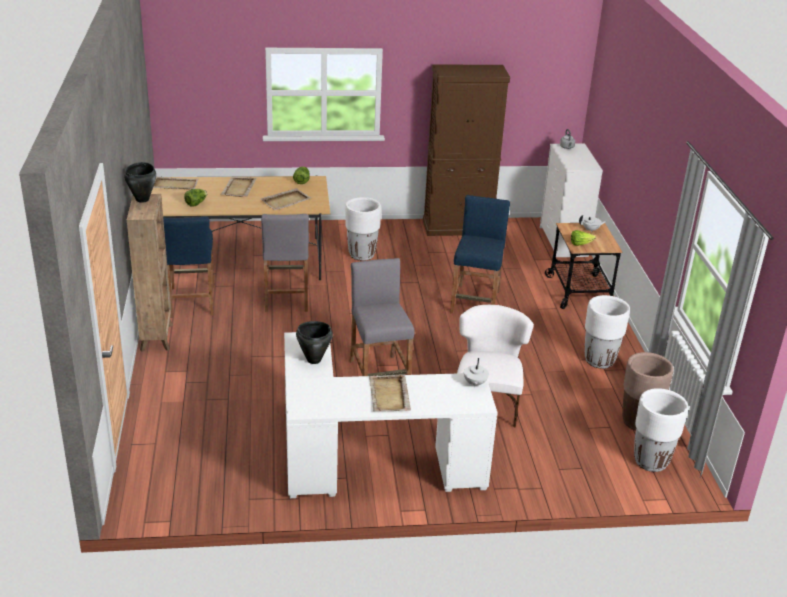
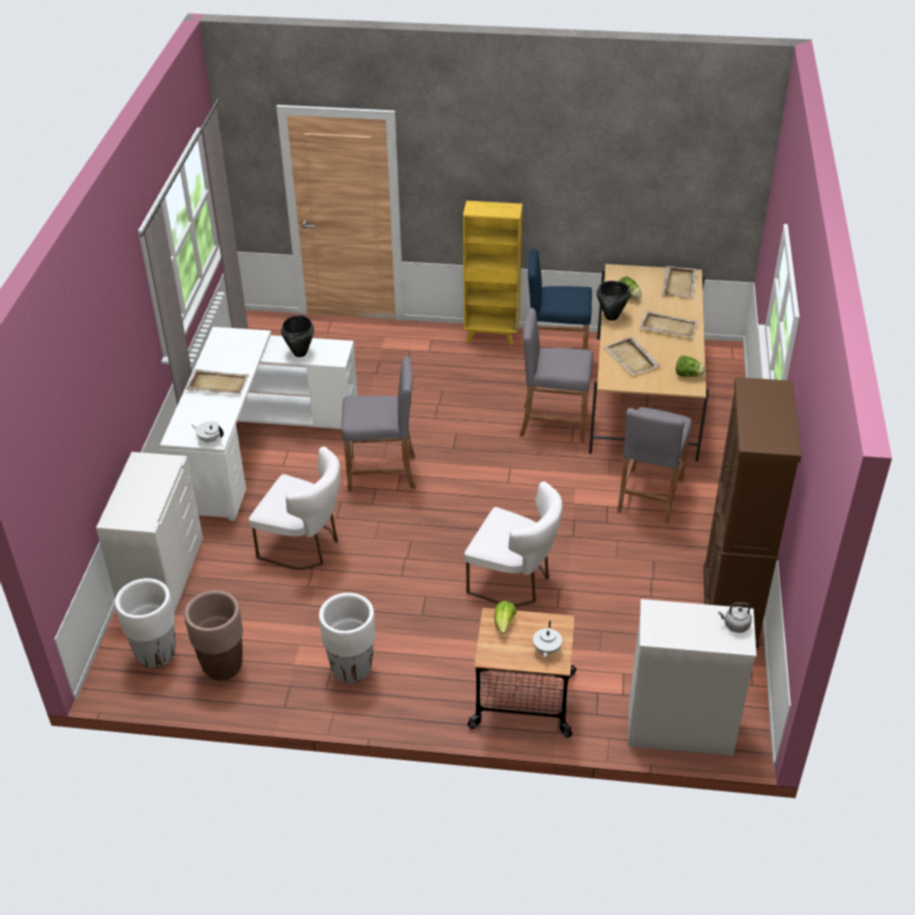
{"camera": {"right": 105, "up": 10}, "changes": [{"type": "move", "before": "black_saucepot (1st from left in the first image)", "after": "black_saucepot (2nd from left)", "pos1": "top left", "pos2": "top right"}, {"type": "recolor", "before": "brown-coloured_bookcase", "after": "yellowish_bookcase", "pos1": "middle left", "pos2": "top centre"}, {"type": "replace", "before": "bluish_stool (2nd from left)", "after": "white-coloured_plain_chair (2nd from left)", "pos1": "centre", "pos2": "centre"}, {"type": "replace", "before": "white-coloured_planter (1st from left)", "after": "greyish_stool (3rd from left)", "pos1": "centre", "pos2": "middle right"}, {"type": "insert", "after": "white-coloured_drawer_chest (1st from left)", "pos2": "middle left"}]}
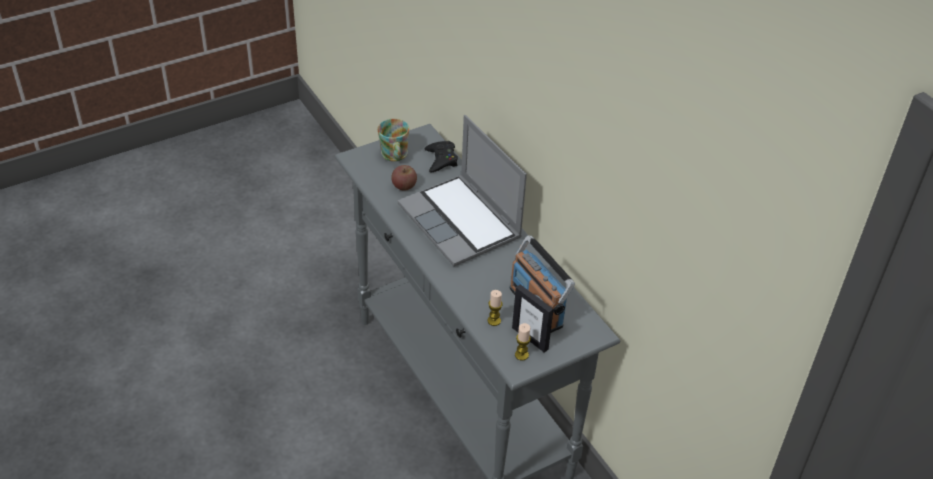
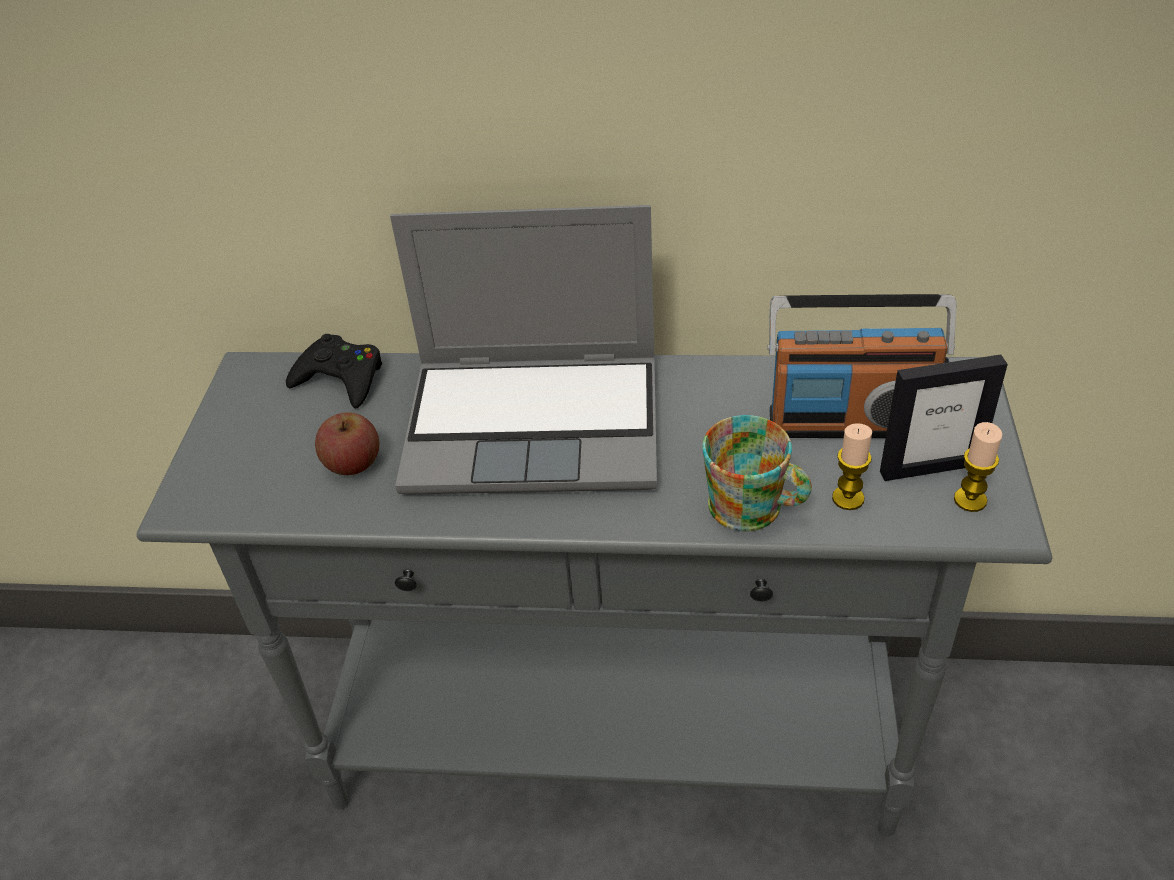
{"camera": {"right": -50, "up": 0}, "changes": [{"type": "move", "before": "mug", "pos1": "top centre", "pos2": "centre"}]}
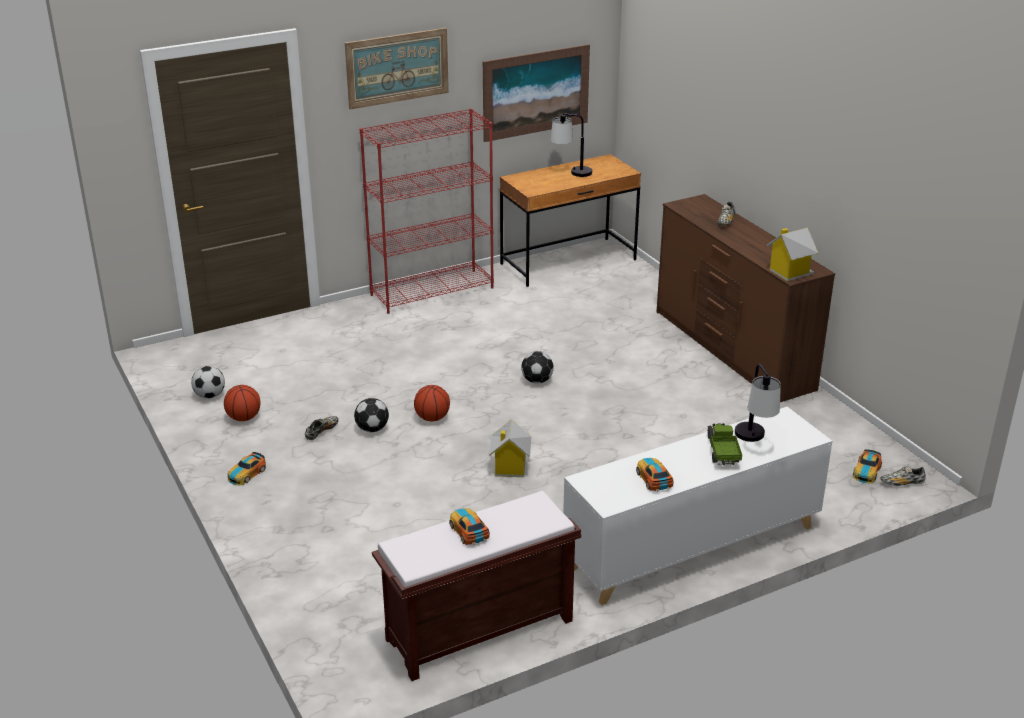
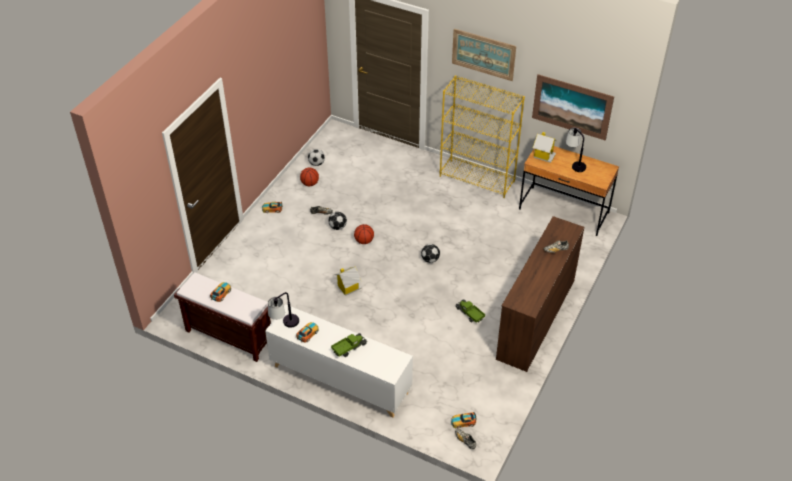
{"camera": {"right": 55, "up": 15}, "changes": [{"type": "recolor", "before": "red-coloured_bookcase", "after": "yellowish_bookcase", "pos1": "top centre", "pos2": "top centre"}, {"type": "move", "before": "miniature_house (2nd from left)", "pos1": "middle right", "pos2": "top right"}, {"type": "move", "before": "tabletop_lamp (2nd from left in the first image)", "after": "tabletop_lamp (1st from left)", "pos1": "middle right", "pos2": "centre"}, {"type": "insert", "after": "model_truck (2nd from left)", "pos2": "centre"}]}
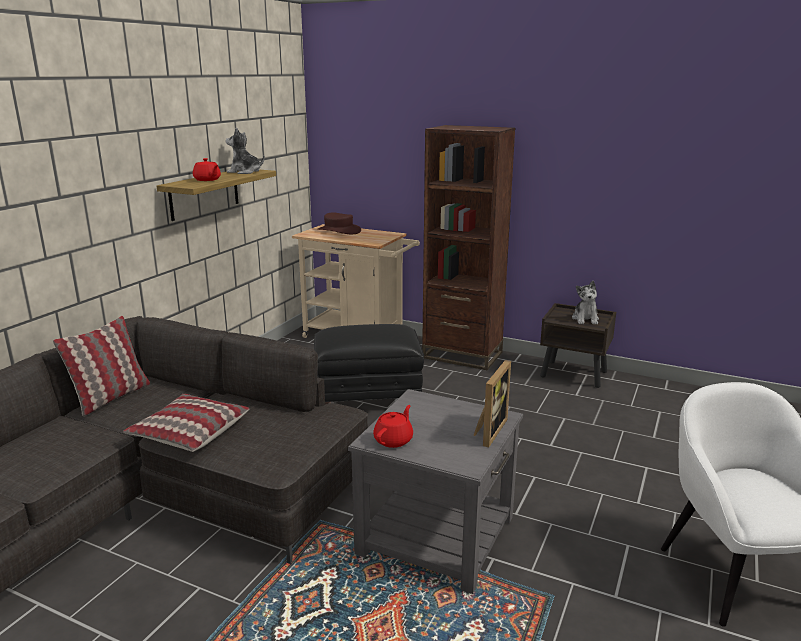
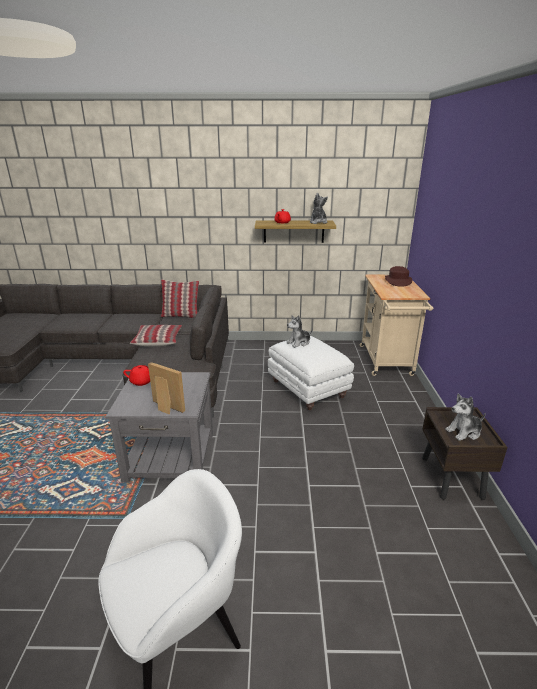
{"camera": {"right": 65, "up": 5}, "changes": [{"type": "delete", "before": "brown-coloured_bookcase", "pos1": "centre"}, {"type": "recolor", "before": "black_pouffe", "after": "white-coloured_pouffe", "pos1": "centre", "pos2": "centre"}, {"type": "rotate", "before": "photo_frame", "pos1": "centre", "pos2": "middle left", "turn": -150}, {"type": "insert", "after": "soft_toy (1st from left)", "pos2": "centre"}]}
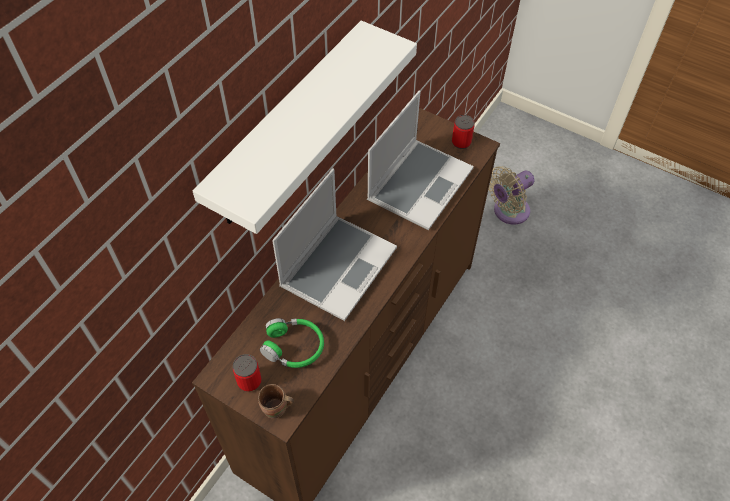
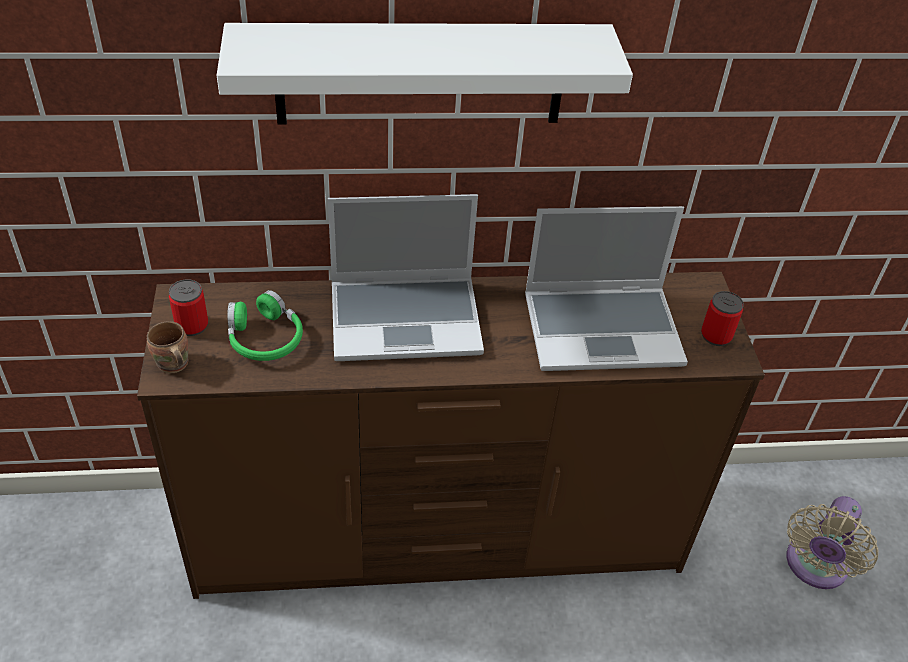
{"camera": {"right": 50, "up": -10}, "changes": [{"type": "rotate", "before": "sand-coloured_fan", "pos1": "middle right", "pos2": "bottom right", "turn": -75}]}
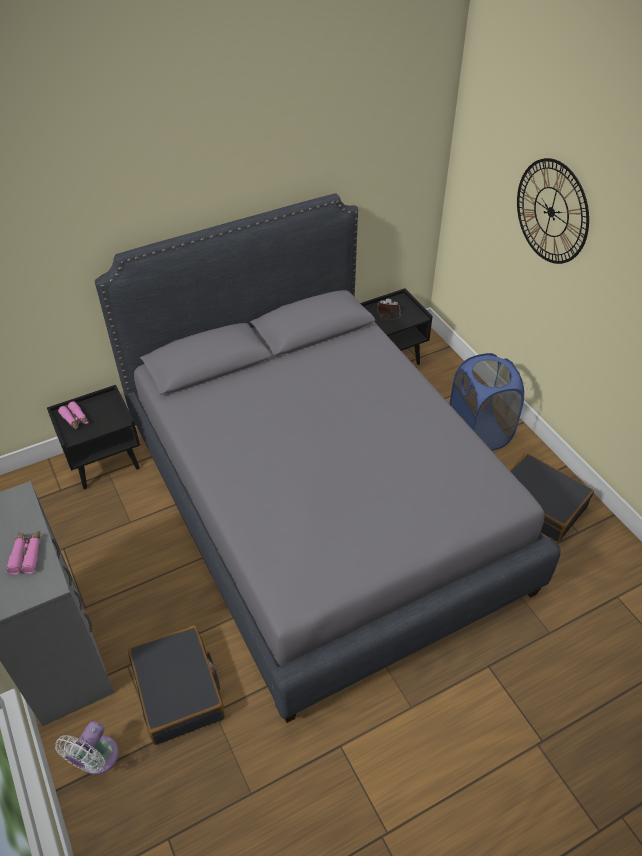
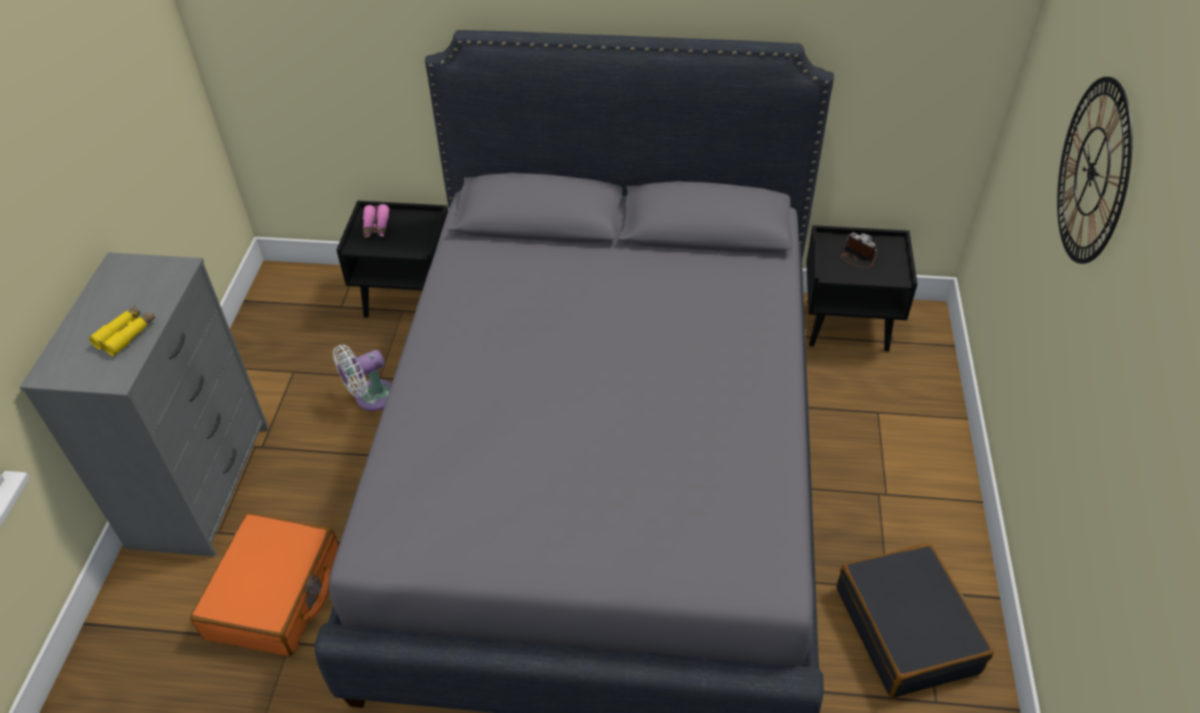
{"camera": {"right": 35, "up": 0}, "changes": [{"type": "delete", "before": "bluish_laundry_basket", "pos1": "middle right"}, {"type": "recolor", "before": "pinkish_binoculars (1st from left)", "after": "yellowish_binoculars", "pos1": "middle left", "pos2": "middle left"}, {"type": "recolor", "before": "black_suitcase (1st from left)", "after": "orange-coloured_suitcase", "pos1": "bottom left", "pos2": "bottom left"}, {"type": "move", "before": "white-coloured_fan", "pos1": "bottom left", "pos2": "middle left"}]}
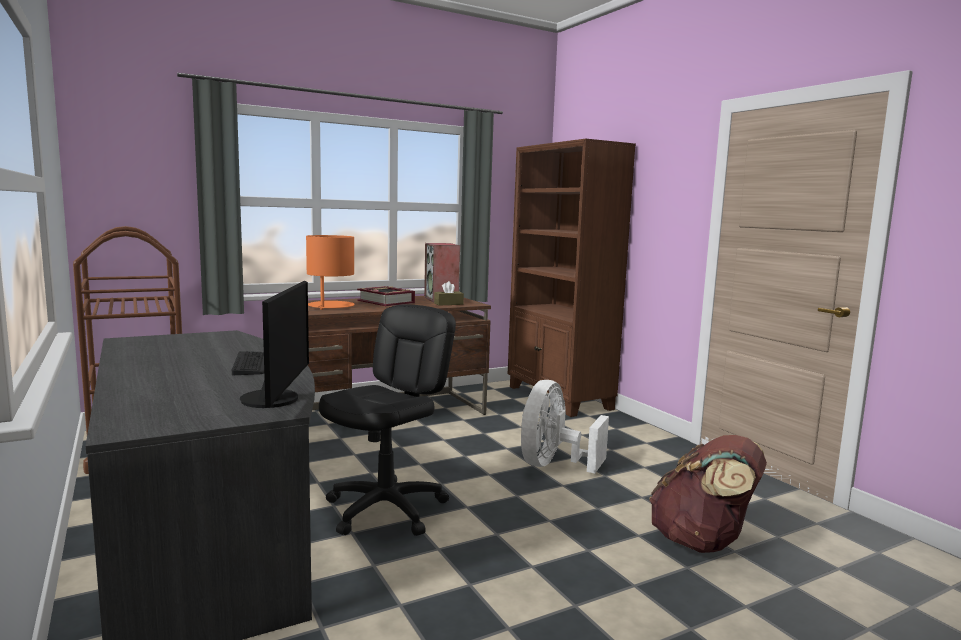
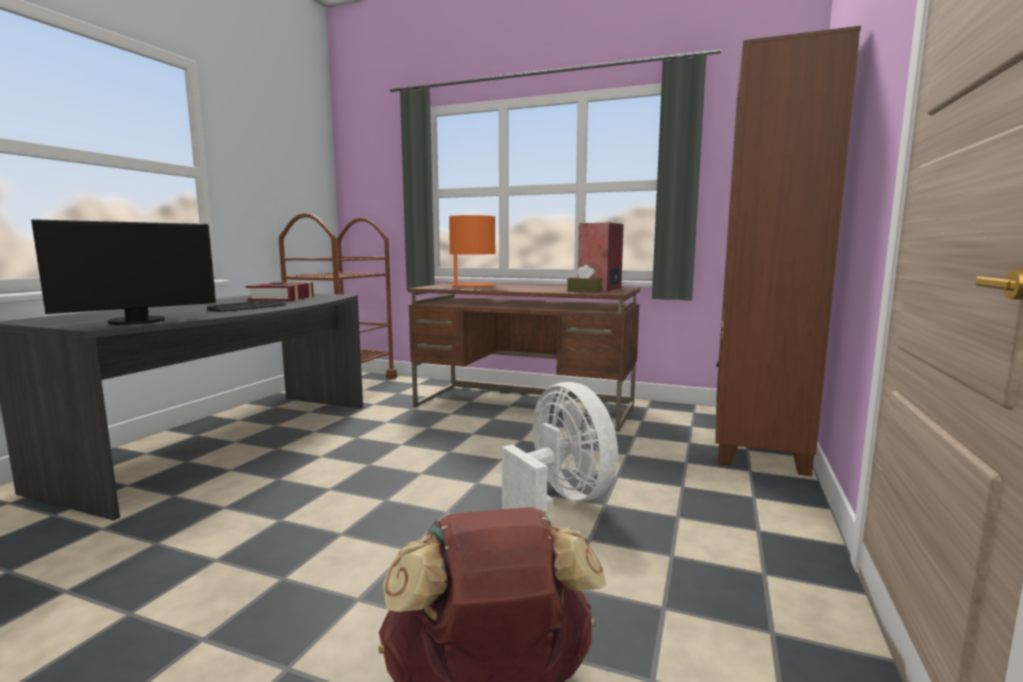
{"camera": {"right": 50, "up": 0}, "changes": [{"type": "move", "before": "bound_book", "pos1": "centre", "pos2": "middle left"}, {"type": "delete", "before": "black_desk_chair", "pos1": "centre"}, {"type": "rotate", "before": "white-coloured_fan", "pos1": "centre", "pos2": "centre", "turn": 75}]}
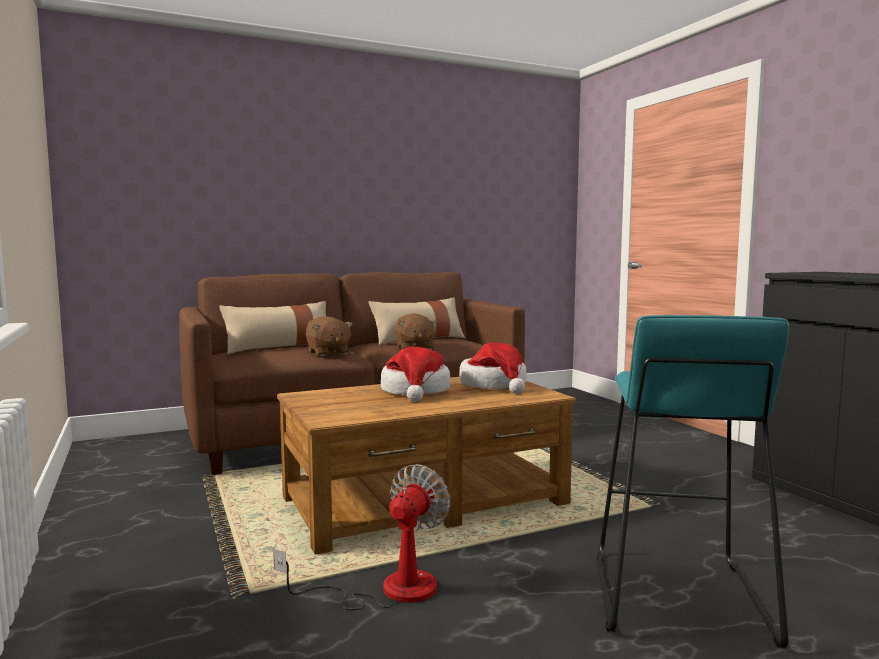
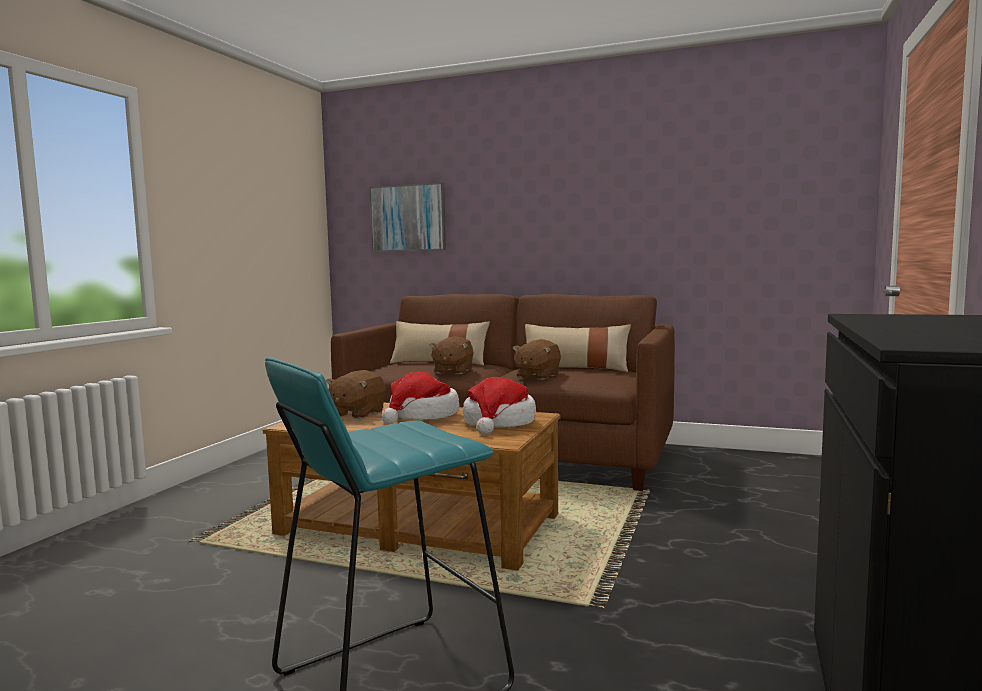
{"camera": {"right": 45, "up": 0}, "changes": [{"type": "delete", "before": "fan", "pos1": "bottom centre"}, {"type": "insert", "after": "wall_picture", "pos2": "top centre"}, {"type": "insert", "after": "brown-coloured_soft_toy (1st from left)", "pos2": "centre"}]}
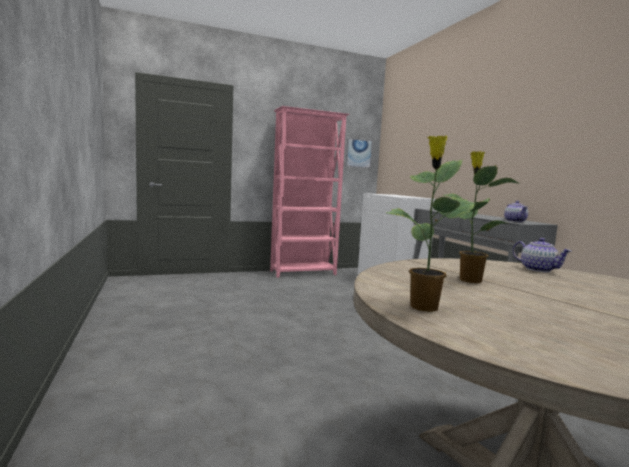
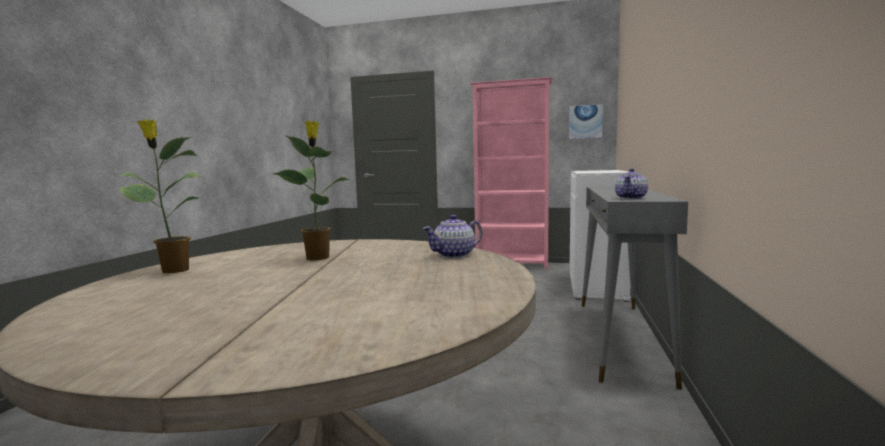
{"camera": {"right": 35, "up": 0}, "changes": [{"type": "rotate", "before": "tea_pot (2nd from left in the first image)", "pos1": "middle right", "pos2": "centre", "turn": 60}]}
